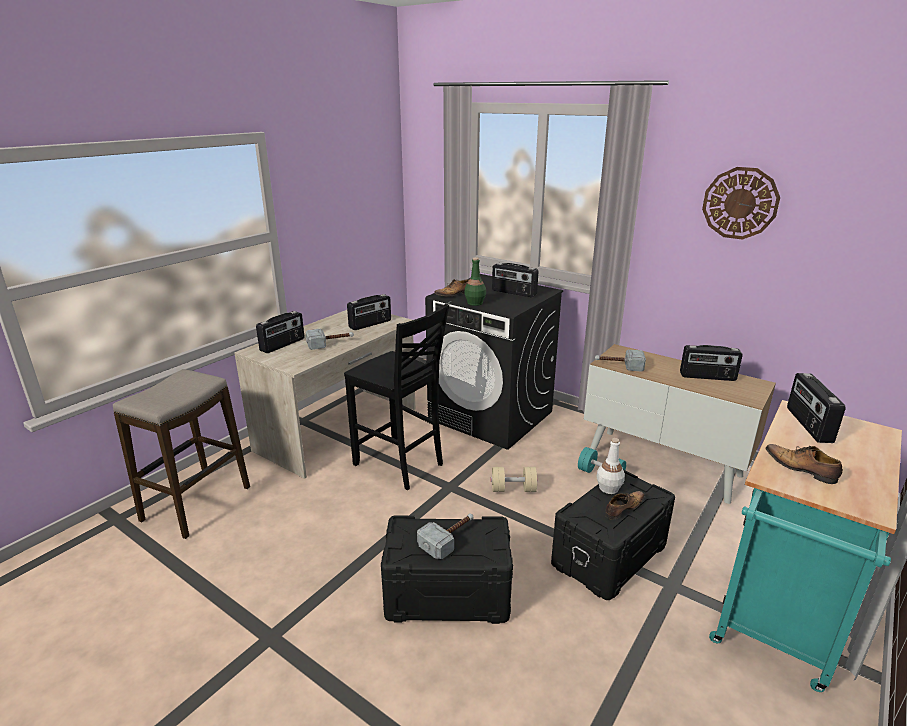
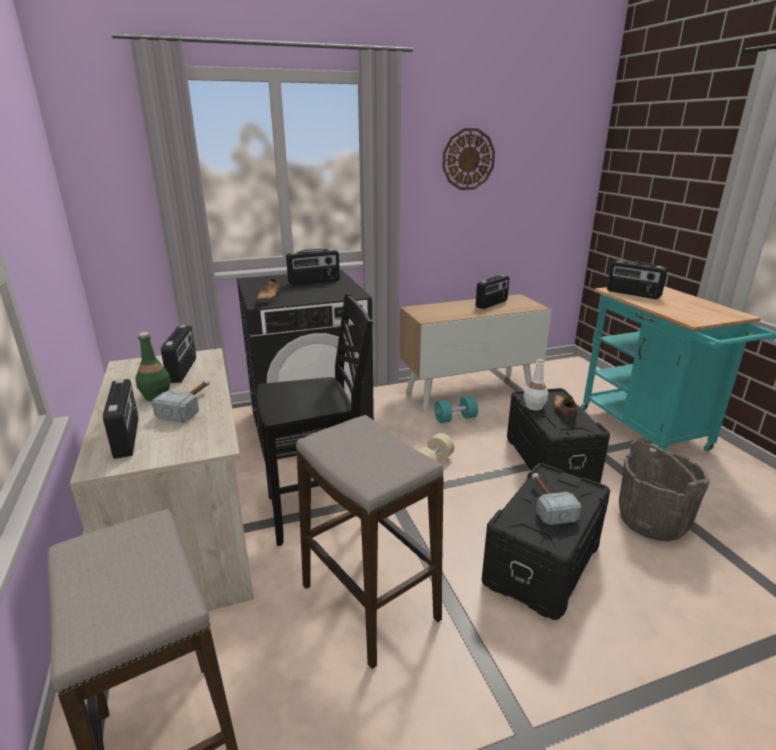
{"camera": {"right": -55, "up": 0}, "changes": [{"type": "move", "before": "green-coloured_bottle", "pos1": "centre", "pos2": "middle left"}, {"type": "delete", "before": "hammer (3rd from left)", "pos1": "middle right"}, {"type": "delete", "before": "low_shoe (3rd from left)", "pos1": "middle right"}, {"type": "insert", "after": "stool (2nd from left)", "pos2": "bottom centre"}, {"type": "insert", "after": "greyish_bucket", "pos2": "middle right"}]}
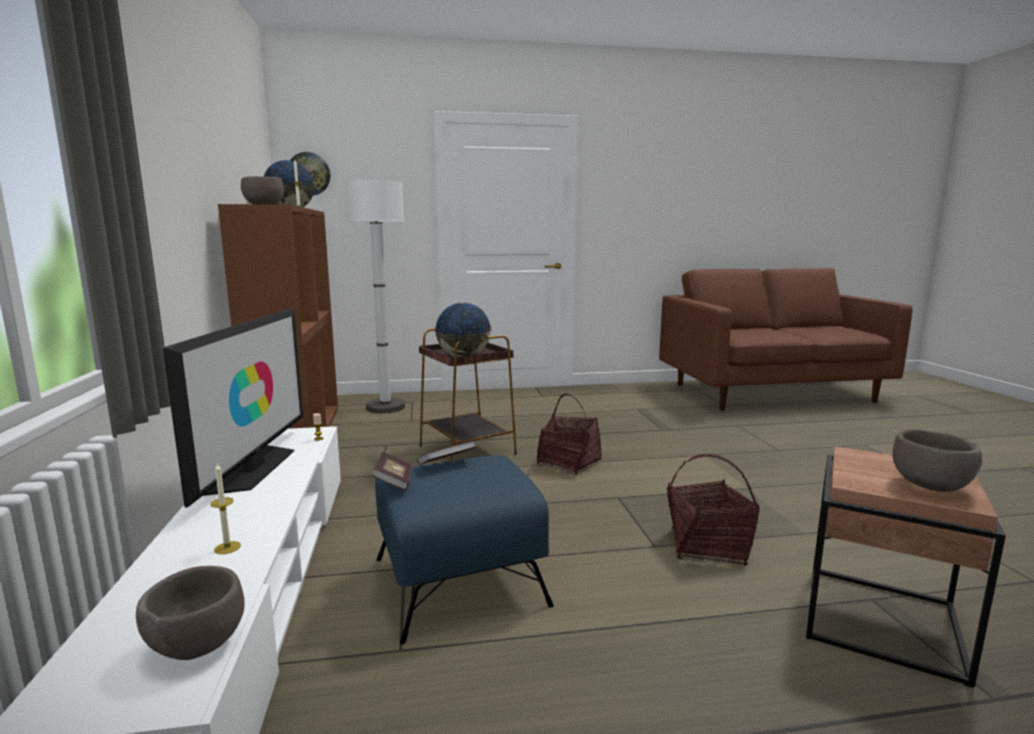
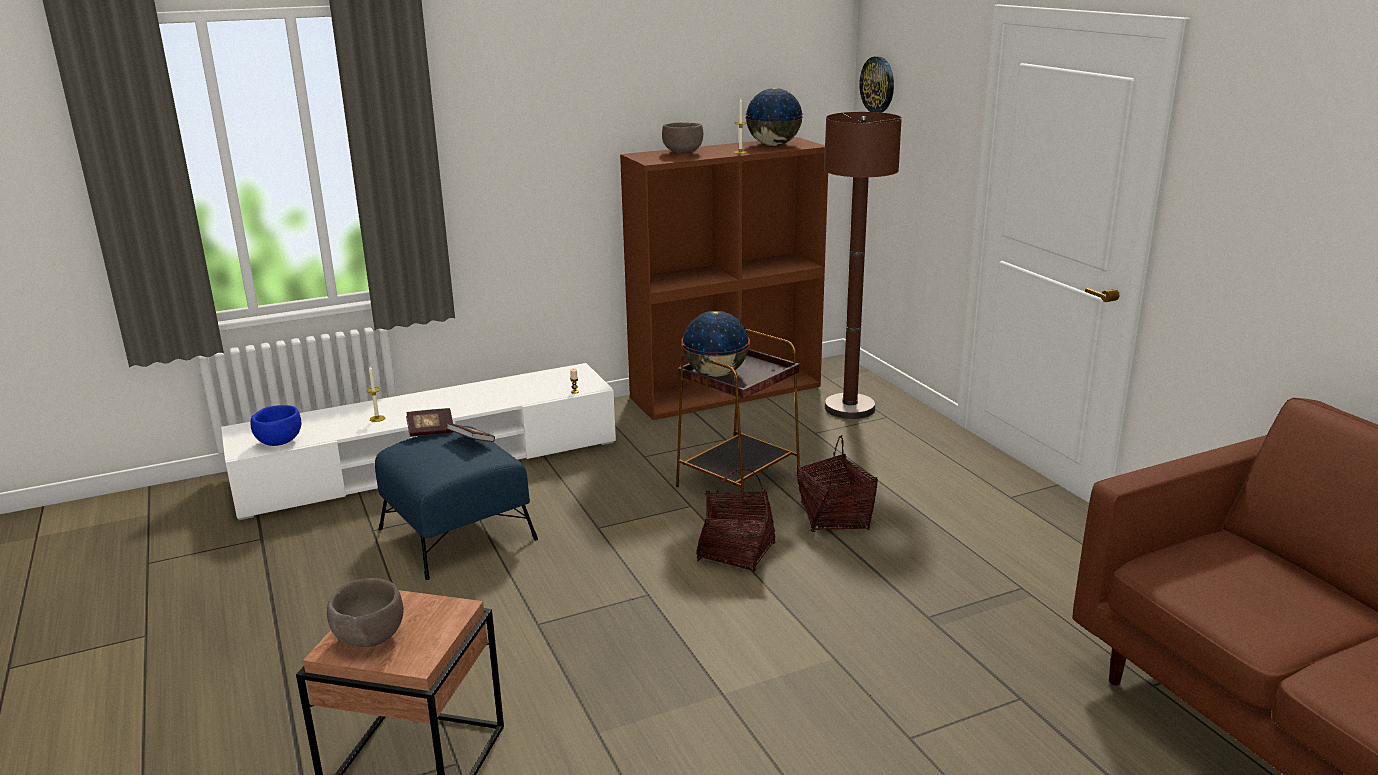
{"camera": {"right": 75, "up": 10}, "changes": [{"type": "recolor", "before": "white-coloured_floor_lamp", "after": "brown-coloured_floor_lamp", "pos1": "centre", "pos2": "centre"}, {"type": "delete", "before": "TV", "pos1": "middle left"}, {"type": "move", "before": "storage_basket (2nd from left)", "pos1": "bottom right", "pos2": "centre"}, {"type": "recolor", "before": "brown-coloured_bowl (1st from left)", "after": "bluish_bowl", "pos1": "bottom left", "pos2": "middle left"}]}
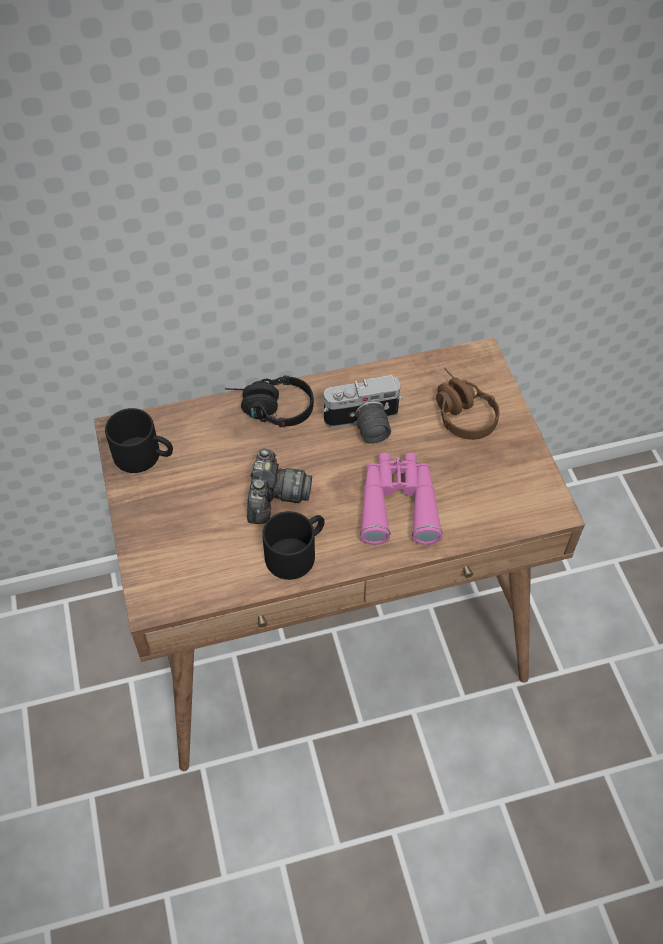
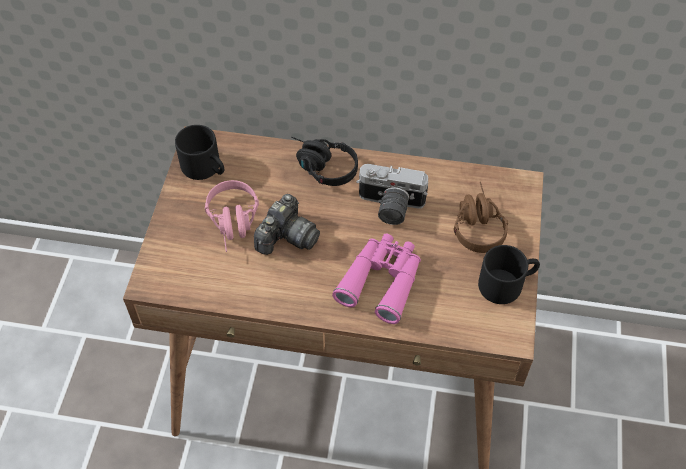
{"camera": {"right": 25, "up": 0}, "changes": [{"type": "move", "before": "black_mug (2nd from left)", "pos1": "centre", "pos2": "middle right"}, {"type": "insert", "after": "pinkish_pair_of_headphones", "pos2": "centre"}]}
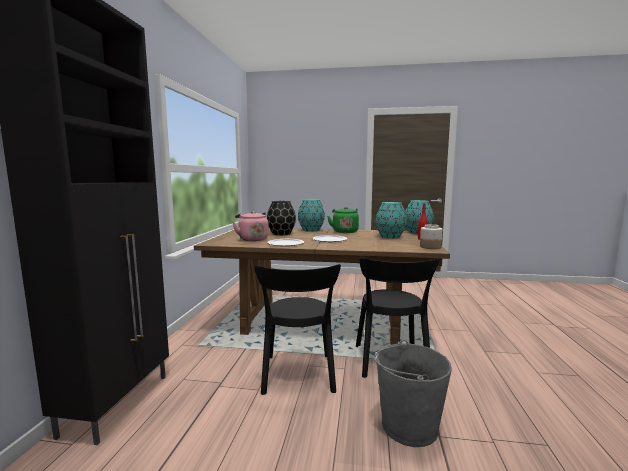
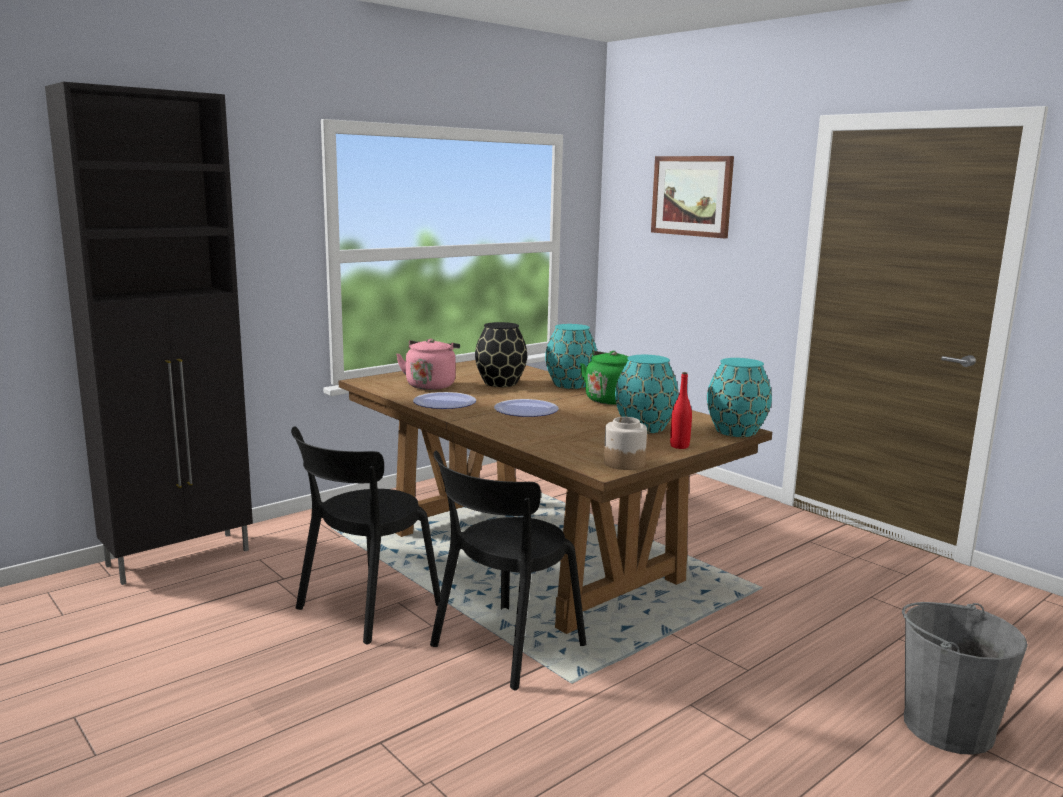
{"camera": {"right": 40, "up": 5}, "changes": [{"type": "move", "before": "greyish_bucket", "pos1": "bottom centre", "pos2": "bottom right"}, {"type": "insert", "after": "wall_picture", "pos2": "top centre"}]}
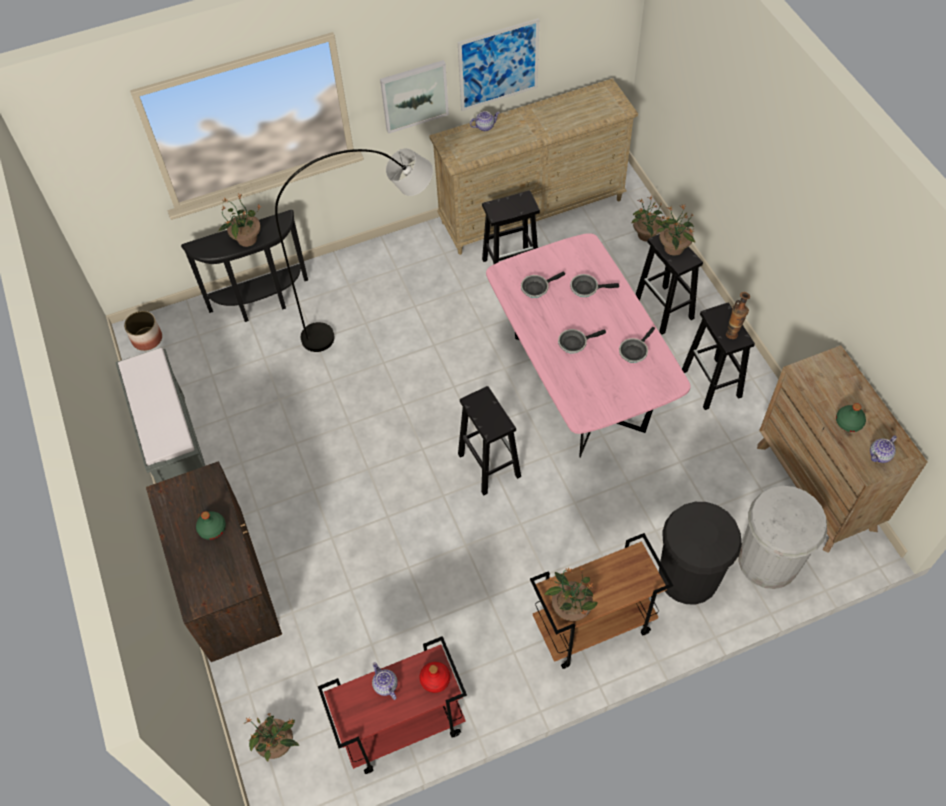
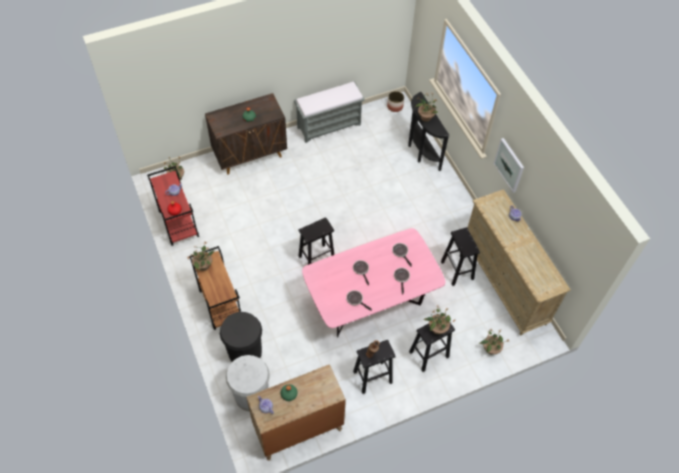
{"camera": {"right": 85, "up": 0}, "changes": [{"type": "delete", "before": "wall_picture (2nd from left)", "pos1": "top centre"}, {"type": "delete", "before": "greyish_floor_lamp", "pos1": "top centre"}]}
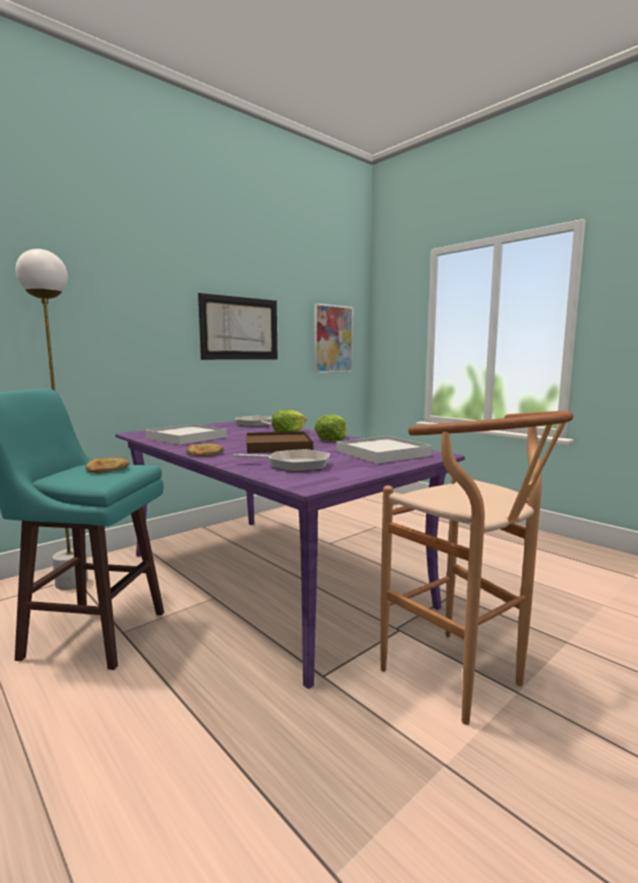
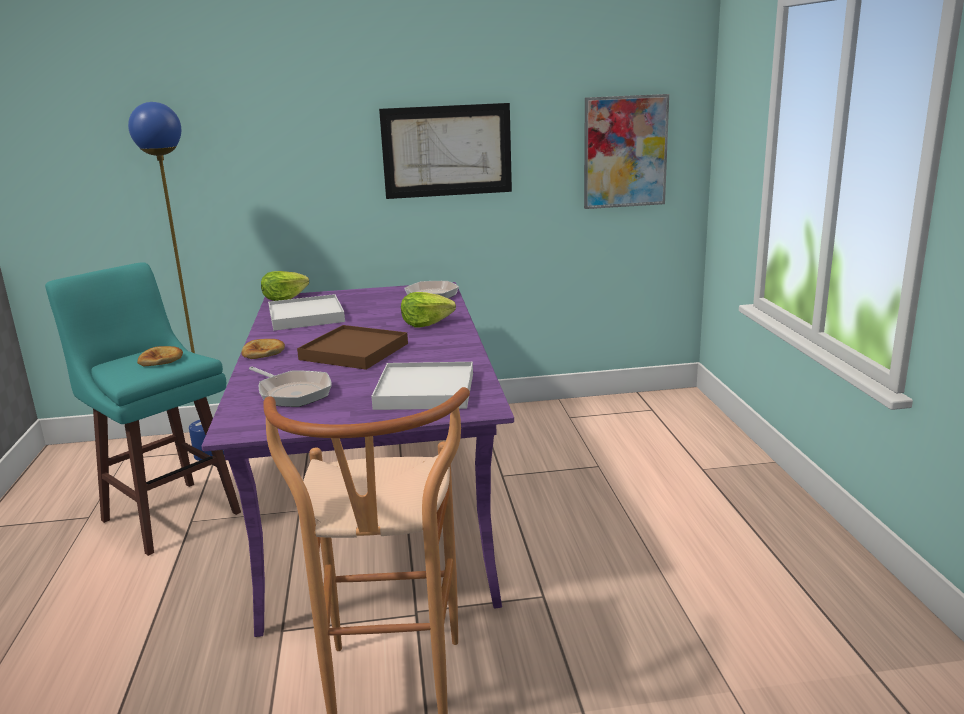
{"camera": {"right": 35, "up": 10}, "changes": [{"type": "recolor", "before": "white-coloured_floor_lamp", "after": "bluish_floor_lamp", "pos1": "middle left", "pos2": "middle left"}, {"type": "move", "before": "lettuce (2nd from left in the first image)", "after": "lettuce (1st from left)", "pos1": "centre", "pos2": "middle left"}]}
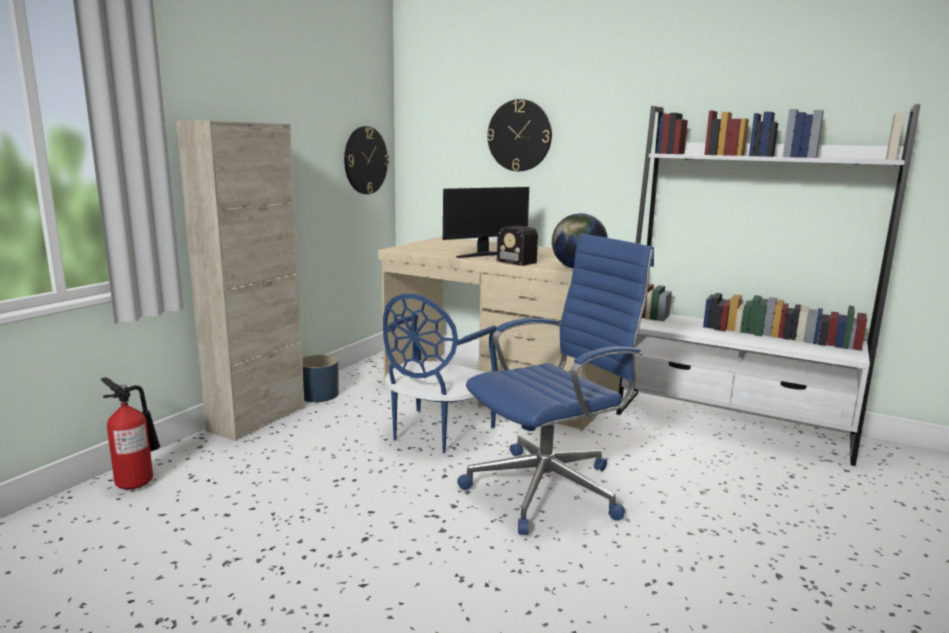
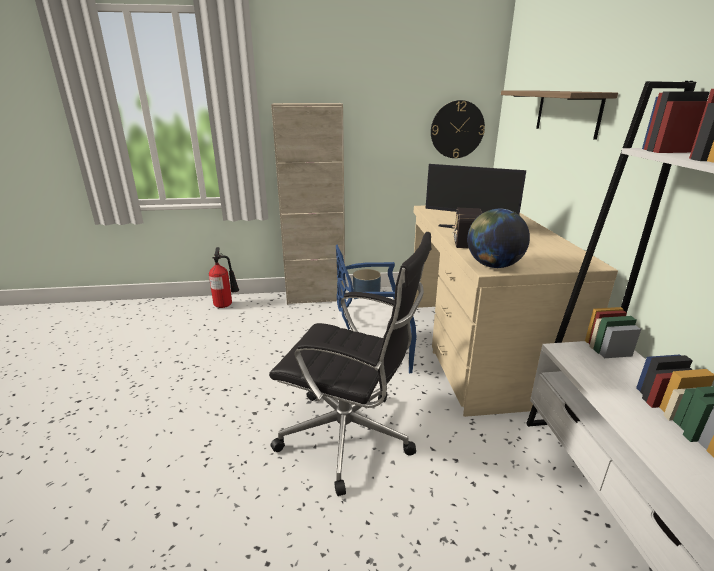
{"camera": {"right": 55, "up": 10}, "changes": [{"type": "replace", "before": "wall_clock (2nd from left)", "after": "wall_shelf", "pos1": "top centre", "pos2": "top right"}, {"type": "recolor", "before": "bluish_desk_chair", "after": "black_desk_chair", "pos1": "centre", "pos2": "centre"}]}
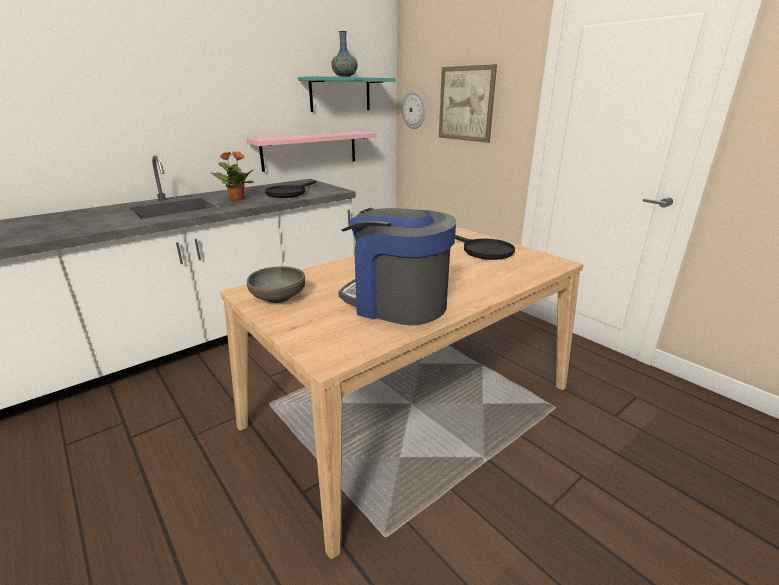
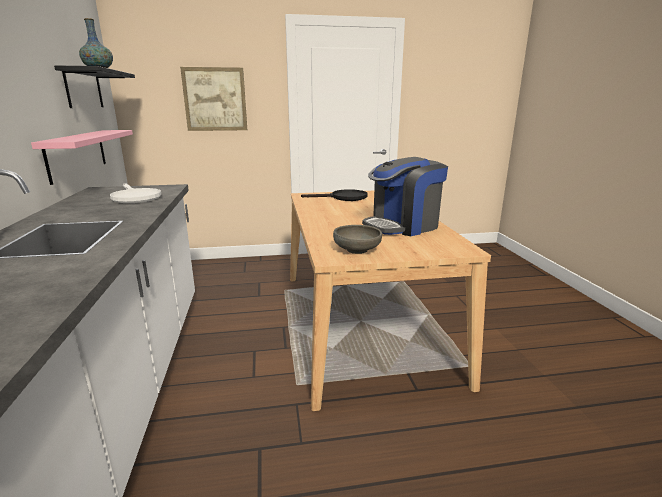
{"camera": {"right": -60, "up": -5}, "changes": [{"type": "recolor", "before": "blue-green_wall_shelf", "after": "black_wall_shelf", "pos1": "top centre", "pos2": "top left"}, {"type": "delete", "before": "wall_clock", "pos1": "top centre"}, {"type": "delete", "before": "potted_plant", "pos1": "top left"}, {"type": "recolor", "before": "black_skillet (1st from left)", "after": "white-coloured_skillet", "pos1": "top centre", "pos2": "middle left"}]}
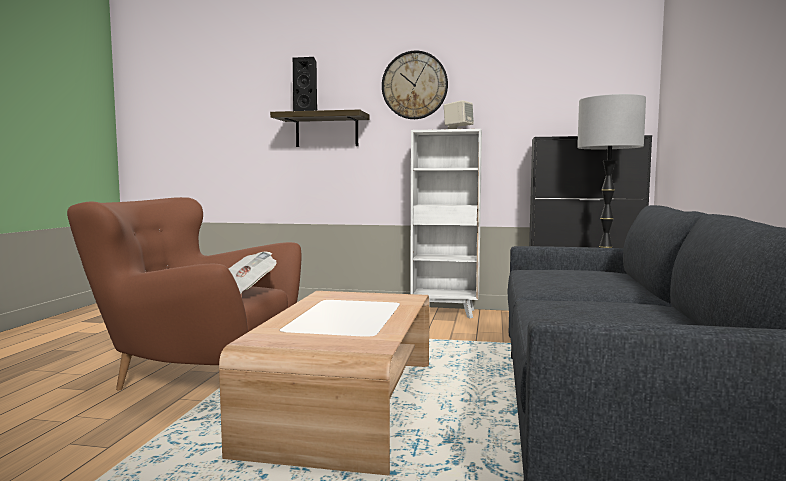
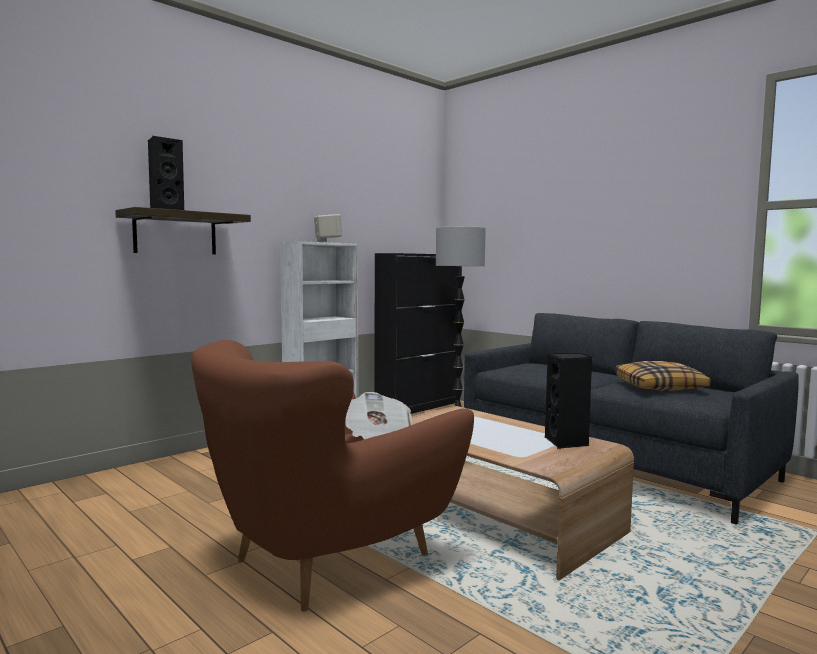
{"camera": {"right": -55, "up": 0}, "changes": [{"type": "delete", "before": "wall_clock", "pos1": "top centre"}, {"type": "insert", "after": "black_audio_speaker (2nd from left)", "pos2": "middle right"}, {"type": "insert", "after": "throw_pillow", "pos2": "middle right"}]}
